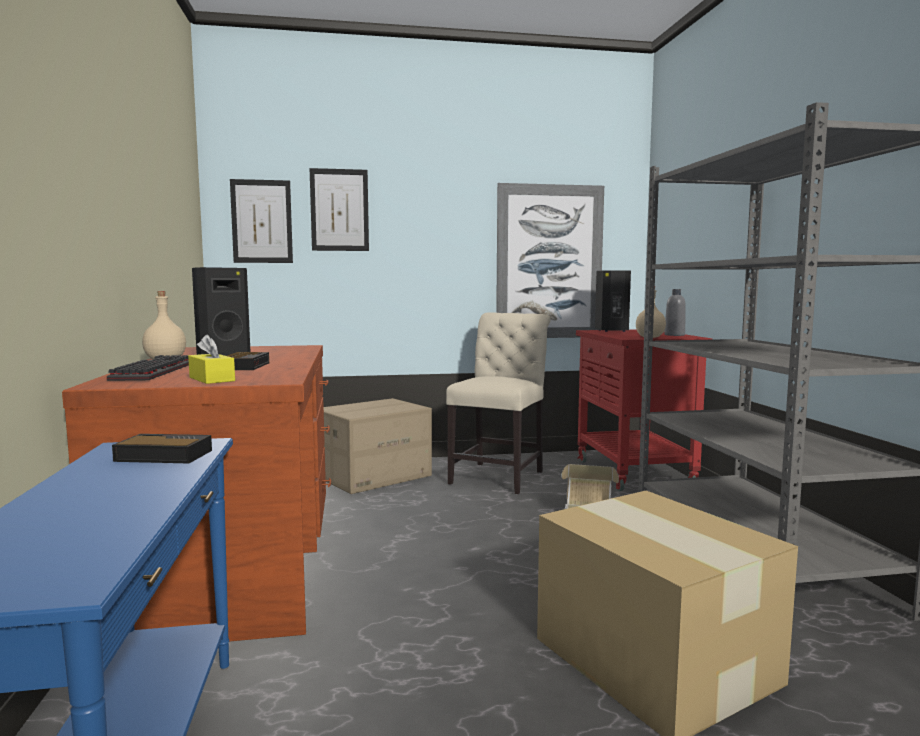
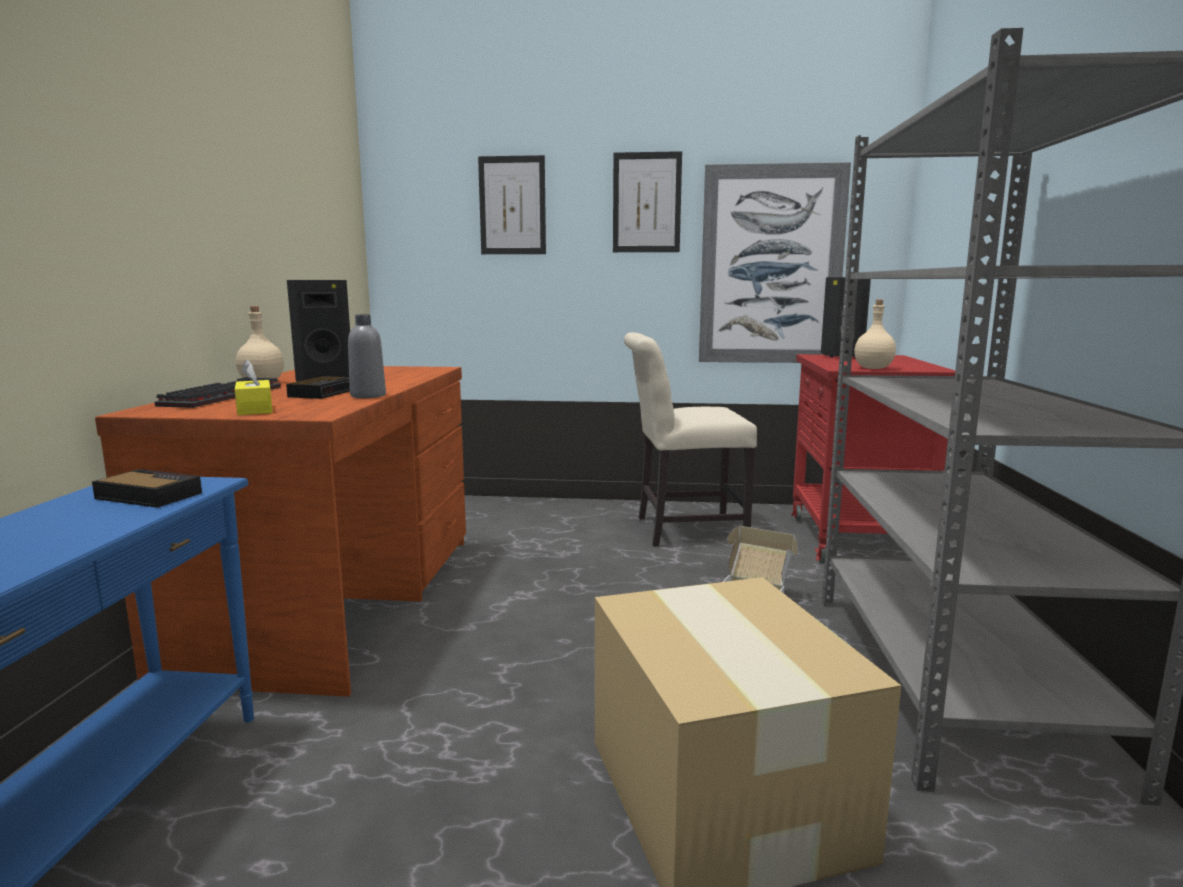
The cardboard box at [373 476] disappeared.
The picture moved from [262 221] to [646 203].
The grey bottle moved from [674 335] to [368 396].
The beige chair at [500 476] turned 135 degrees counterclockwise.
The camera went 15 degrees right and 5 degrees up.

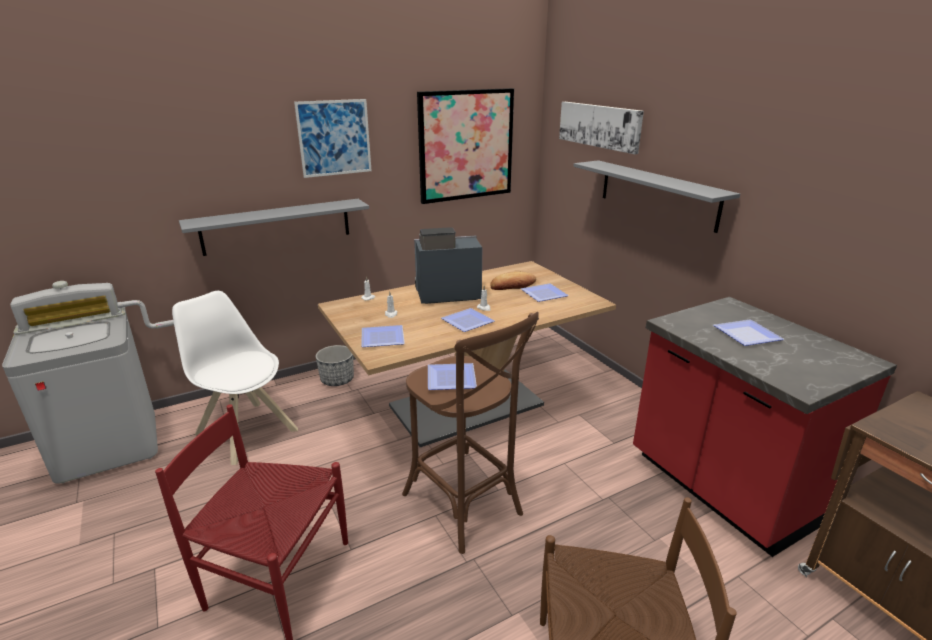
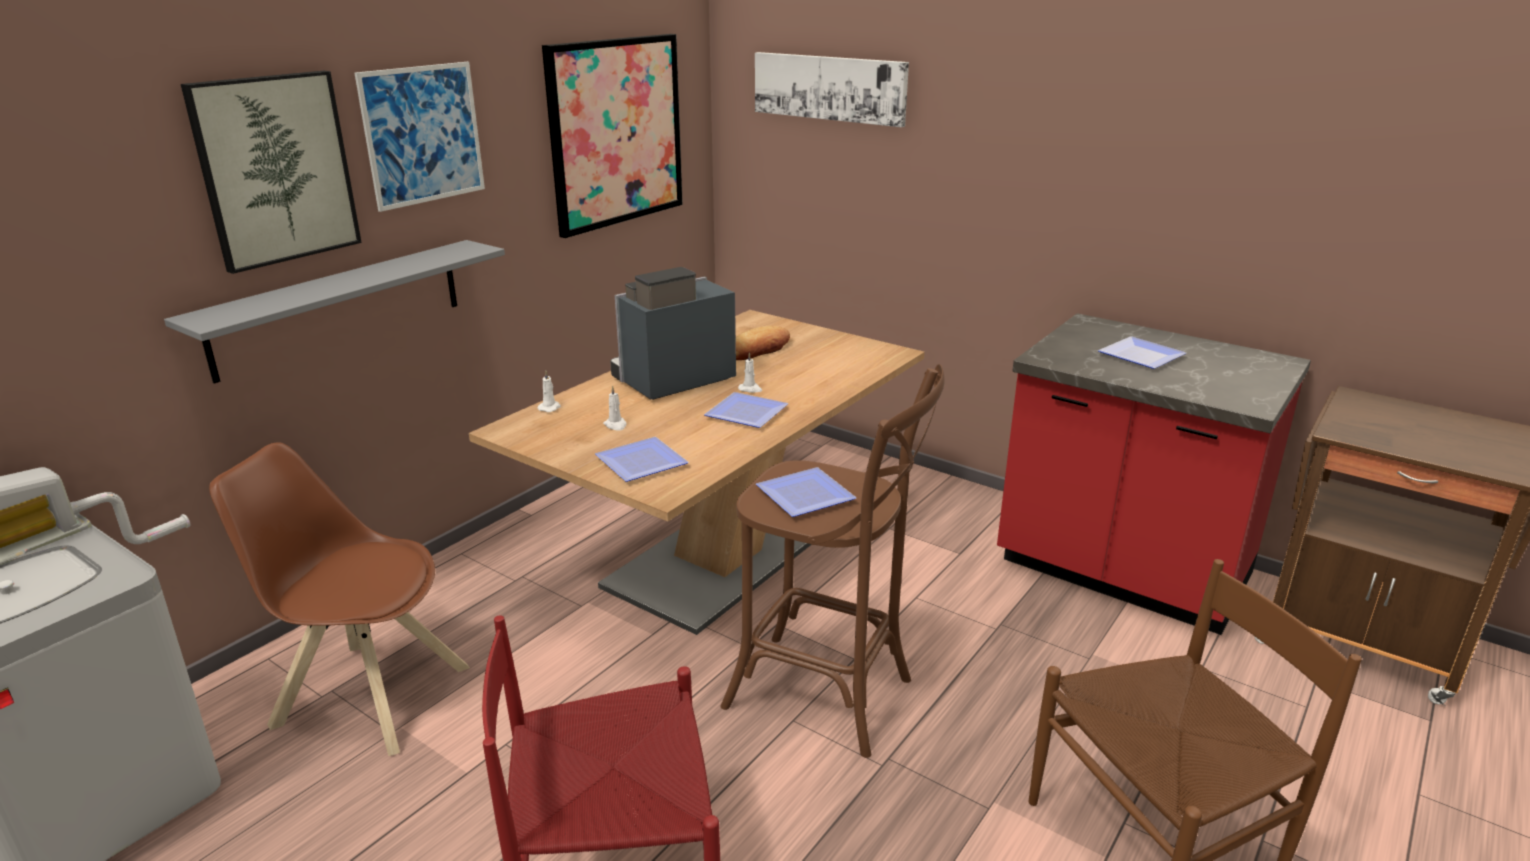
The planter at [337 380] disappeared.
The plate at [543 295] disappeared.
The grey shelf at [657 194] disappeared.
The picture at [275 169] appeared.
The white chair at [245 430] became the brown chair at [367 694].
The camera went 25 degrees left and 0 degrees up.

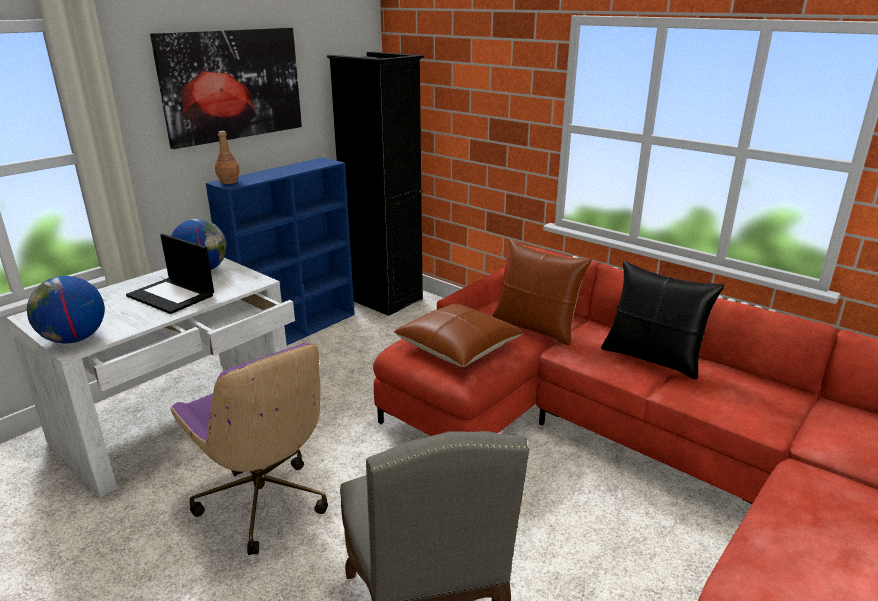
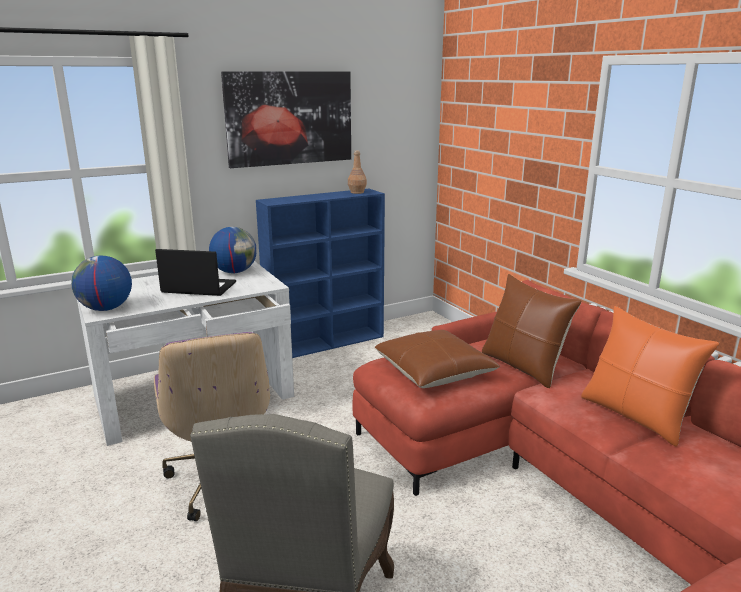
The black cabinet at [385 299] disappeared.
The brown bottle moved from [229 182] to [357 192].
The black pillow at [652 358] became the orange pillow at [635 416].
The laptop at [172 295] turned 135 degrees clockwise.
The camera went 20 degrees right and 5 degrees down.

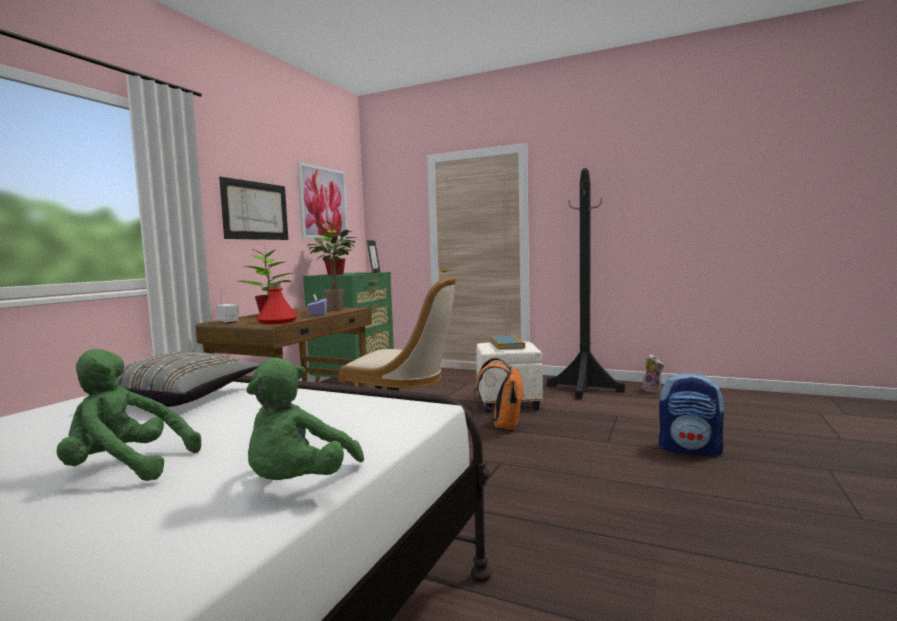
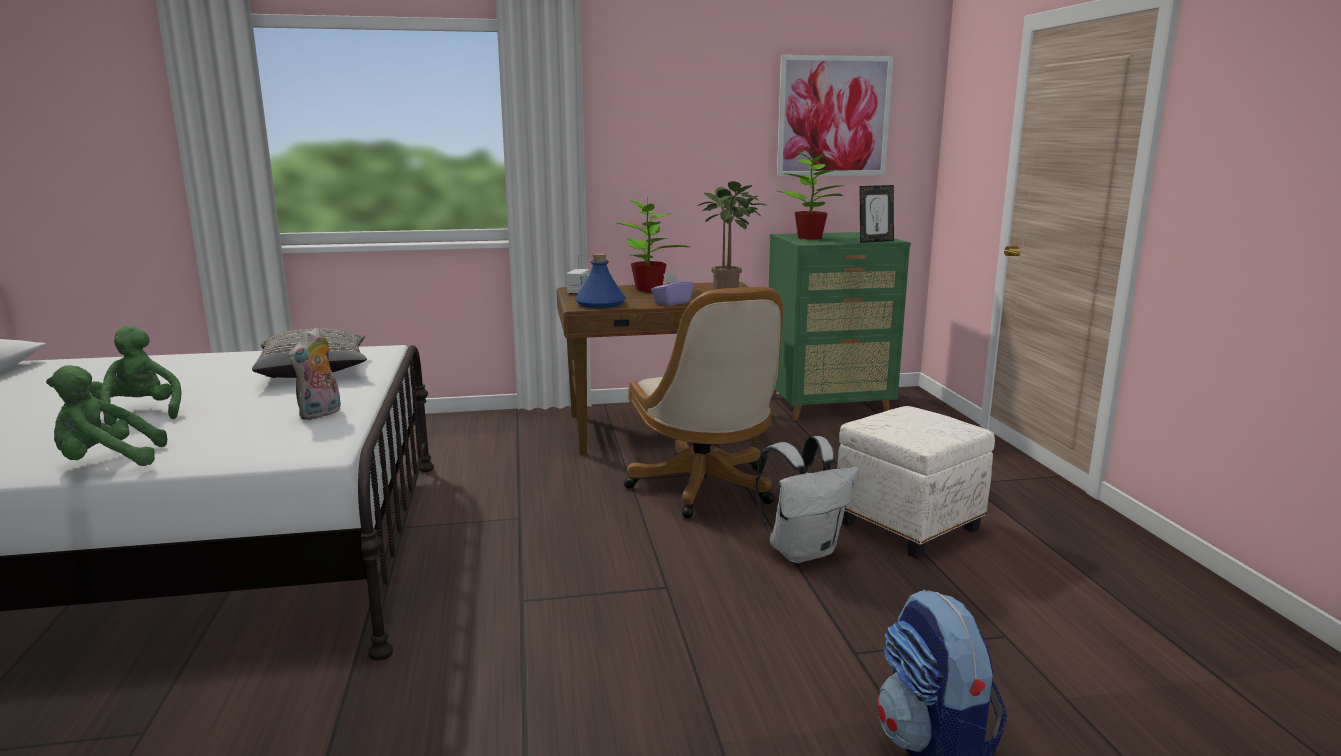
The picture at [256 210] disappeared.
The book at [507 345] disappeared.
The black clothes rack at [585 388] disappeared.
The plush toy moved from [653 390] to [321 414].
The red bottle at [277 321] became the blue bottle at [601 304].
The orange backpack at [503 426] became the white backpack at [803 551].
The camera went 55 degrees right and 10 degrees up.

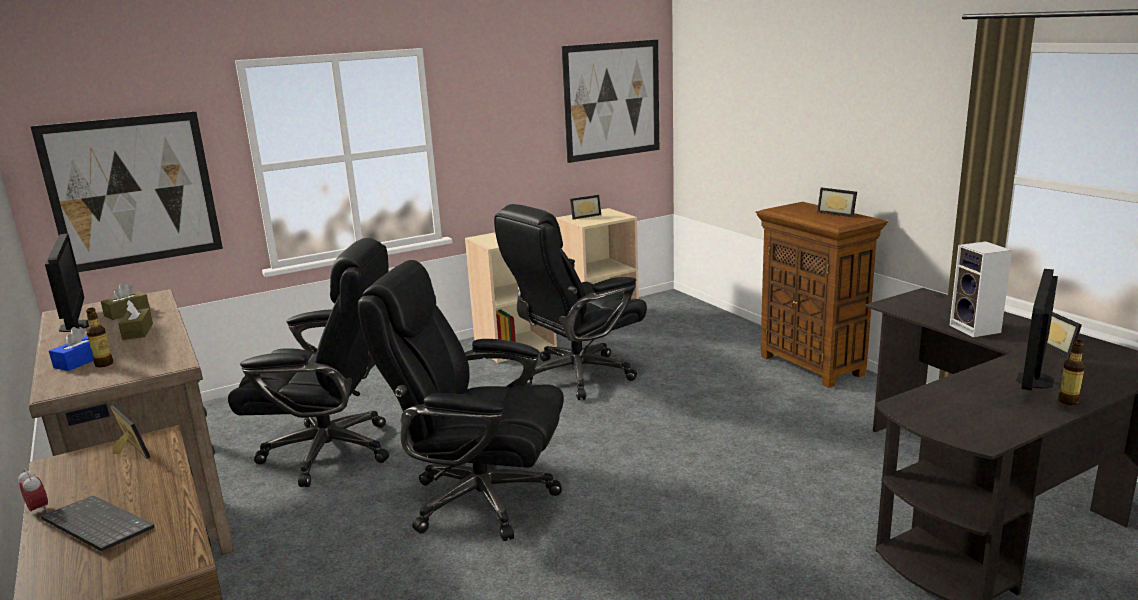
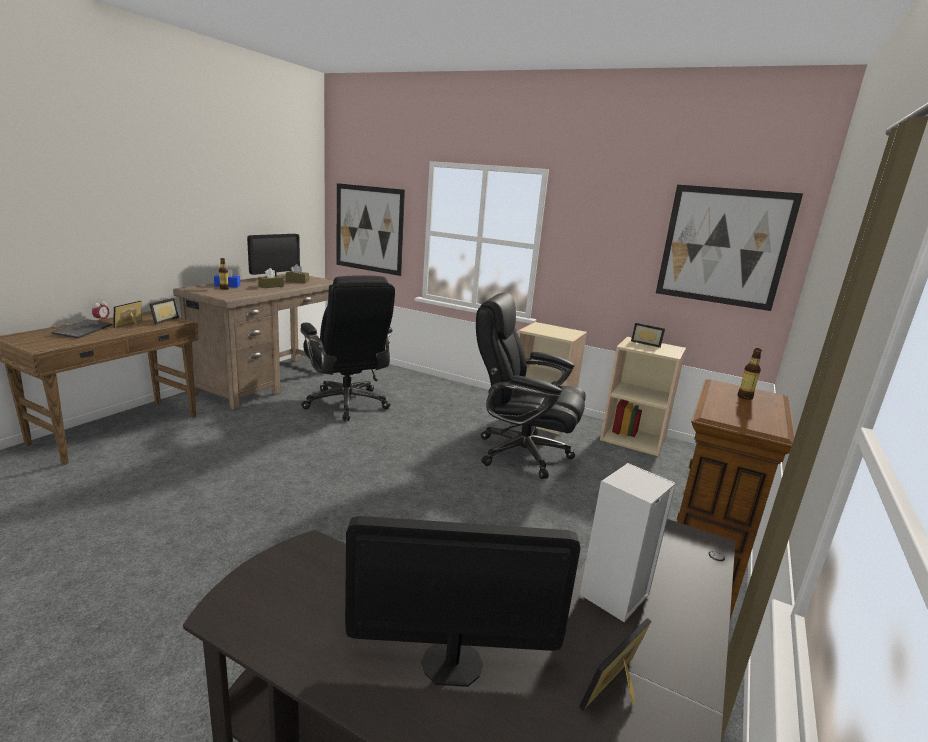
The black office chair at [482 500] disappeared.
The picture frame moved from [838 213] to [132 324].
The bottle moved from [1068 401] to [744 397].
The camera went 55 degrees right and 0 degrees up.

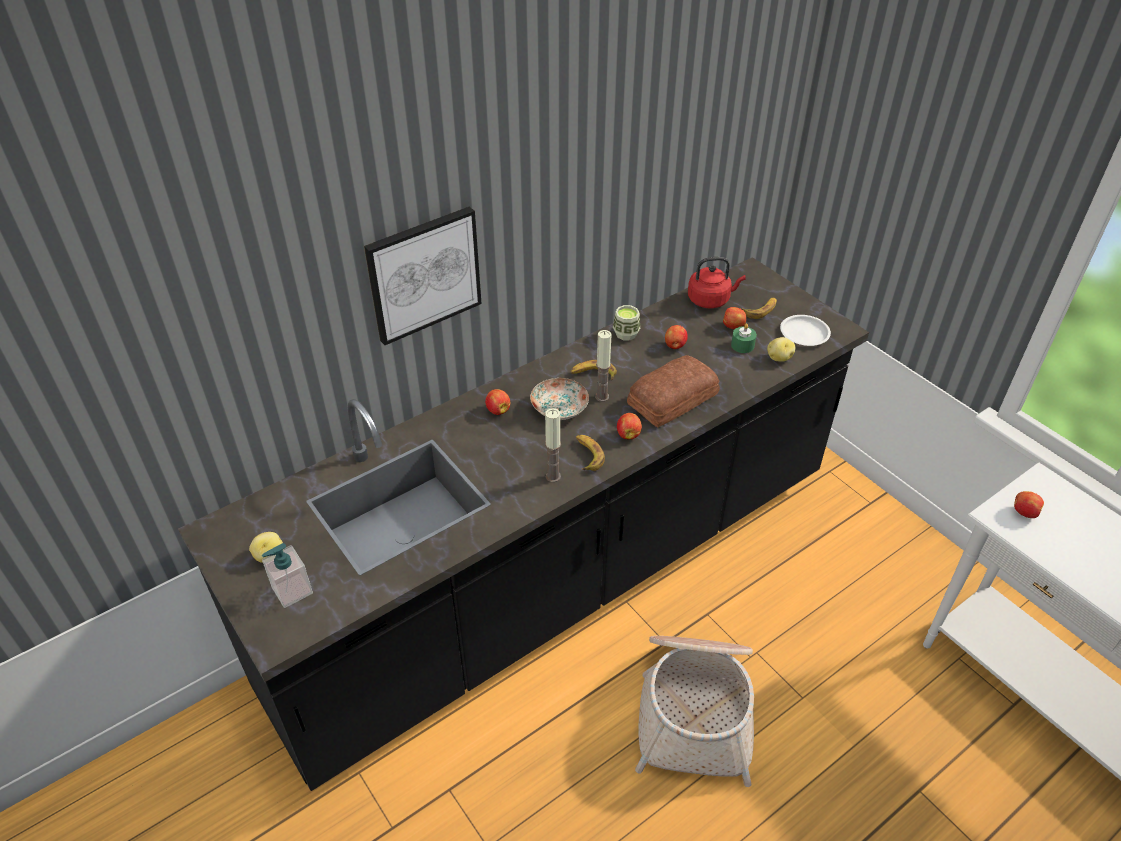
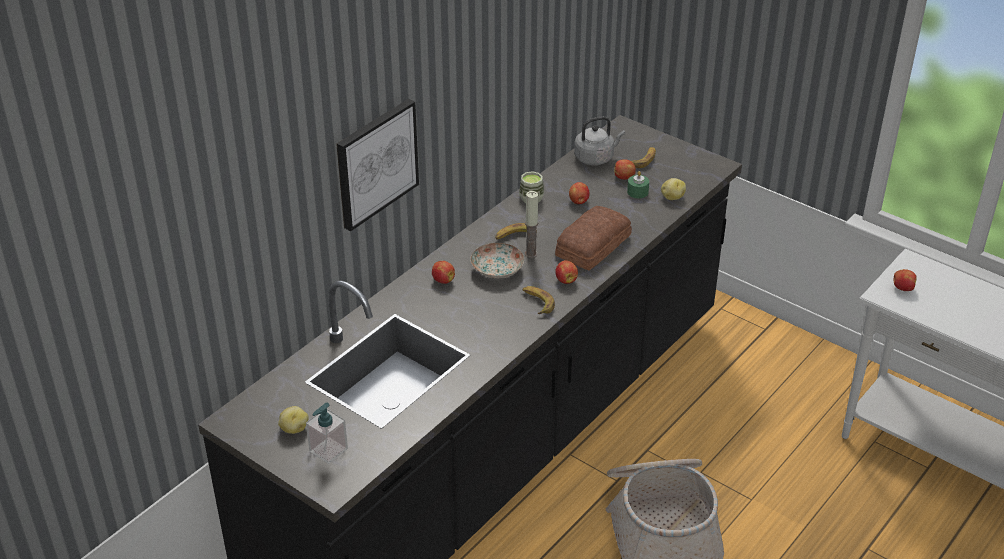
The candle at [553 476] disappeared.
The white plate at [804 333] disappeared.
The red kettle at [710 300] became the grey kettle at [596 158].
The camera went 15 degrees left and 5 degrees down.

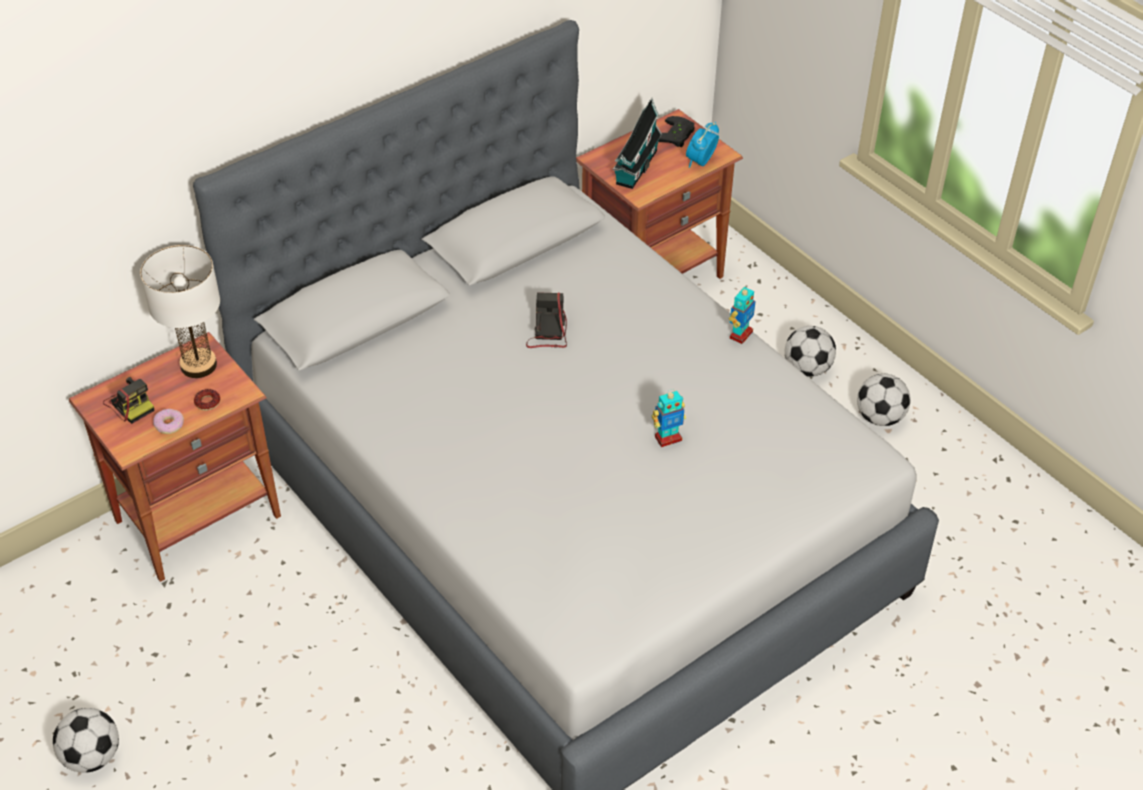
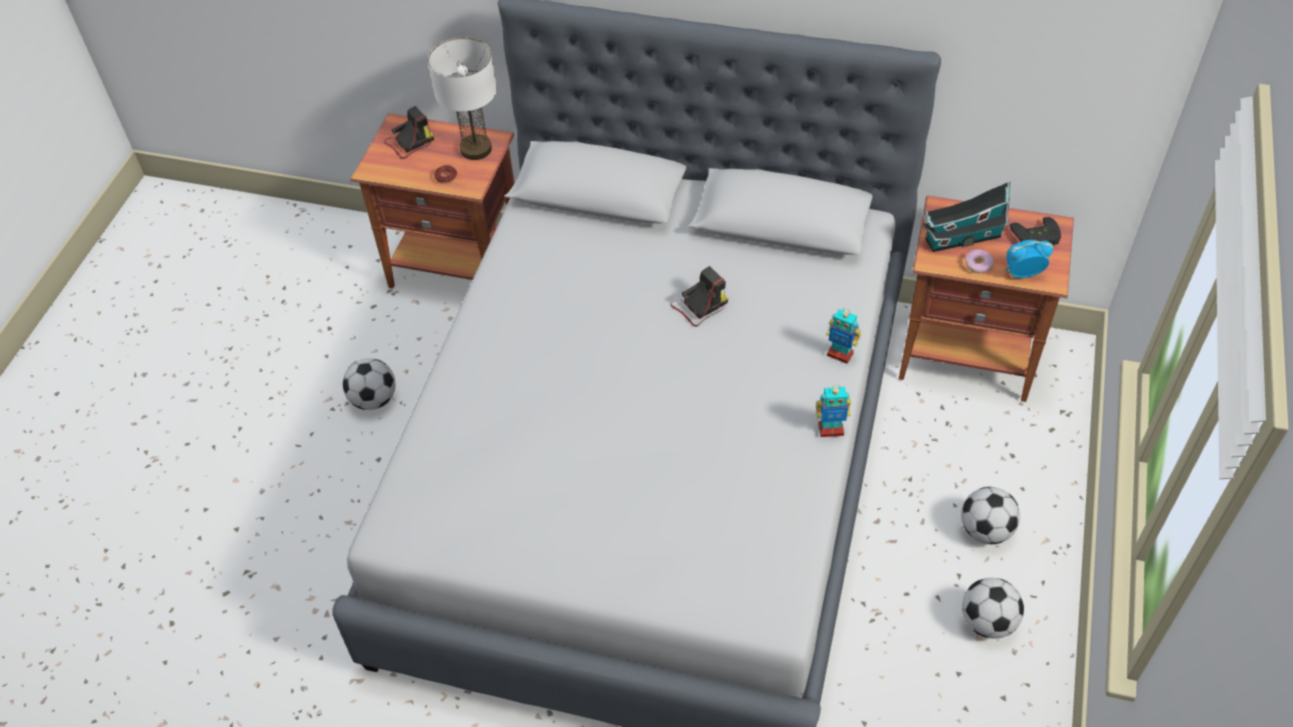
The football moved from [92 756] to [374 399].
The donut moved from [169 424] to [978 265].
The toy robot moved from [668 438] to [840 354].
The photo camera at [130 404] turned 135 degrees counterclockwise.
The camera went 55 degrees right and 5 degrees up.

